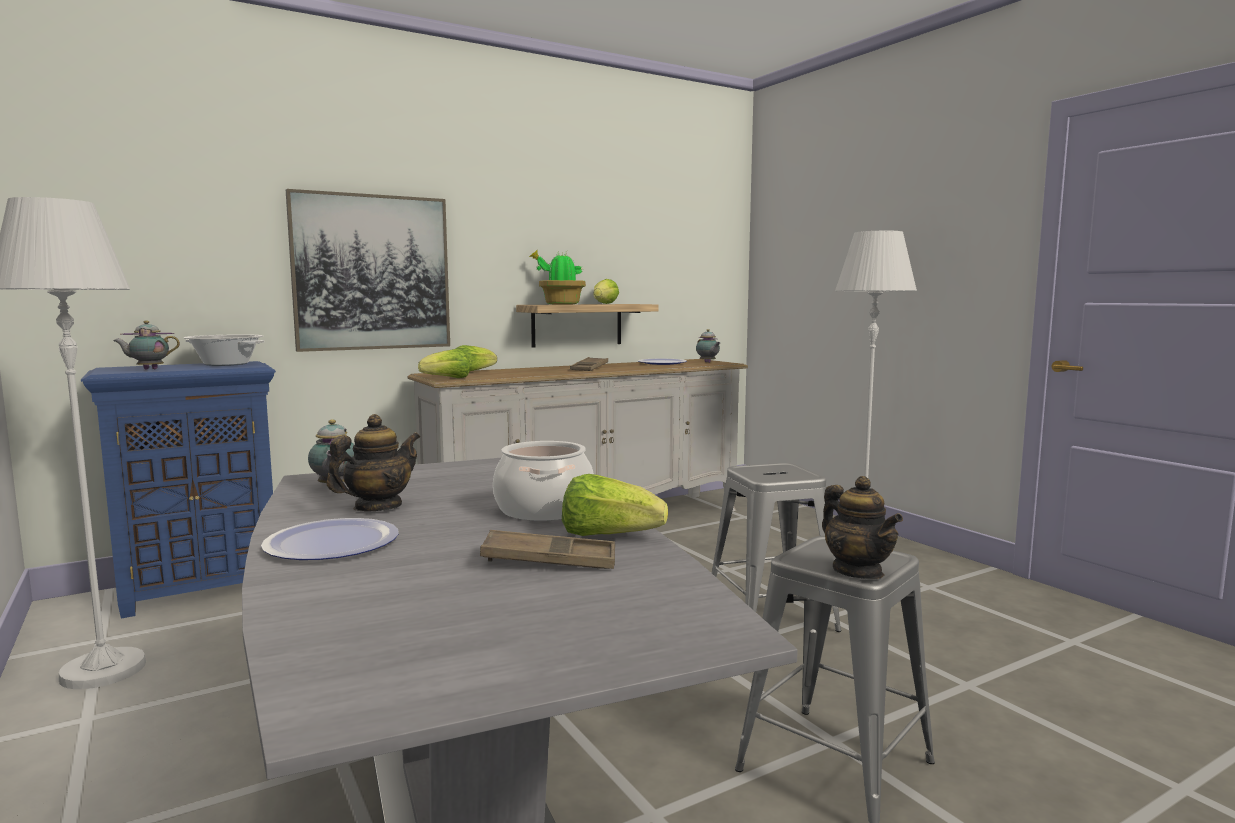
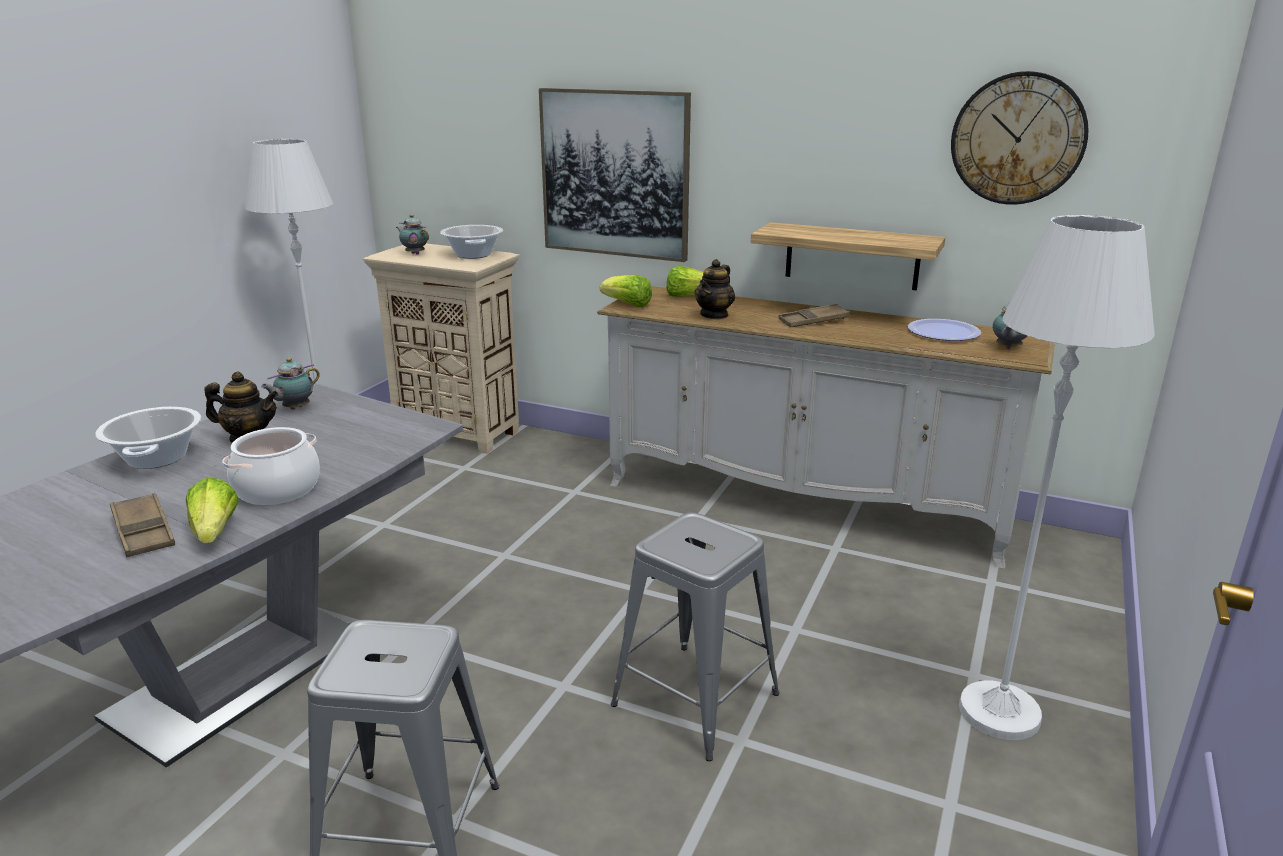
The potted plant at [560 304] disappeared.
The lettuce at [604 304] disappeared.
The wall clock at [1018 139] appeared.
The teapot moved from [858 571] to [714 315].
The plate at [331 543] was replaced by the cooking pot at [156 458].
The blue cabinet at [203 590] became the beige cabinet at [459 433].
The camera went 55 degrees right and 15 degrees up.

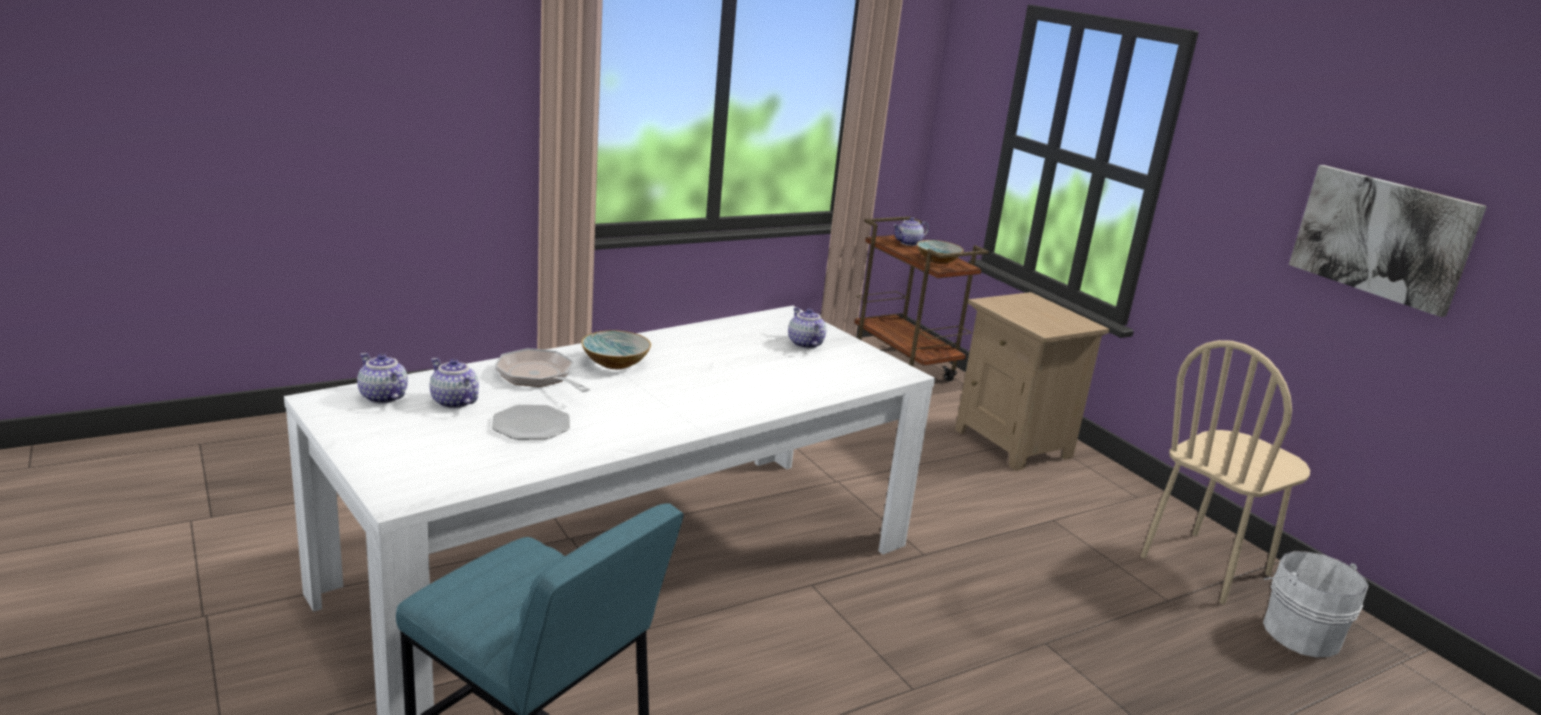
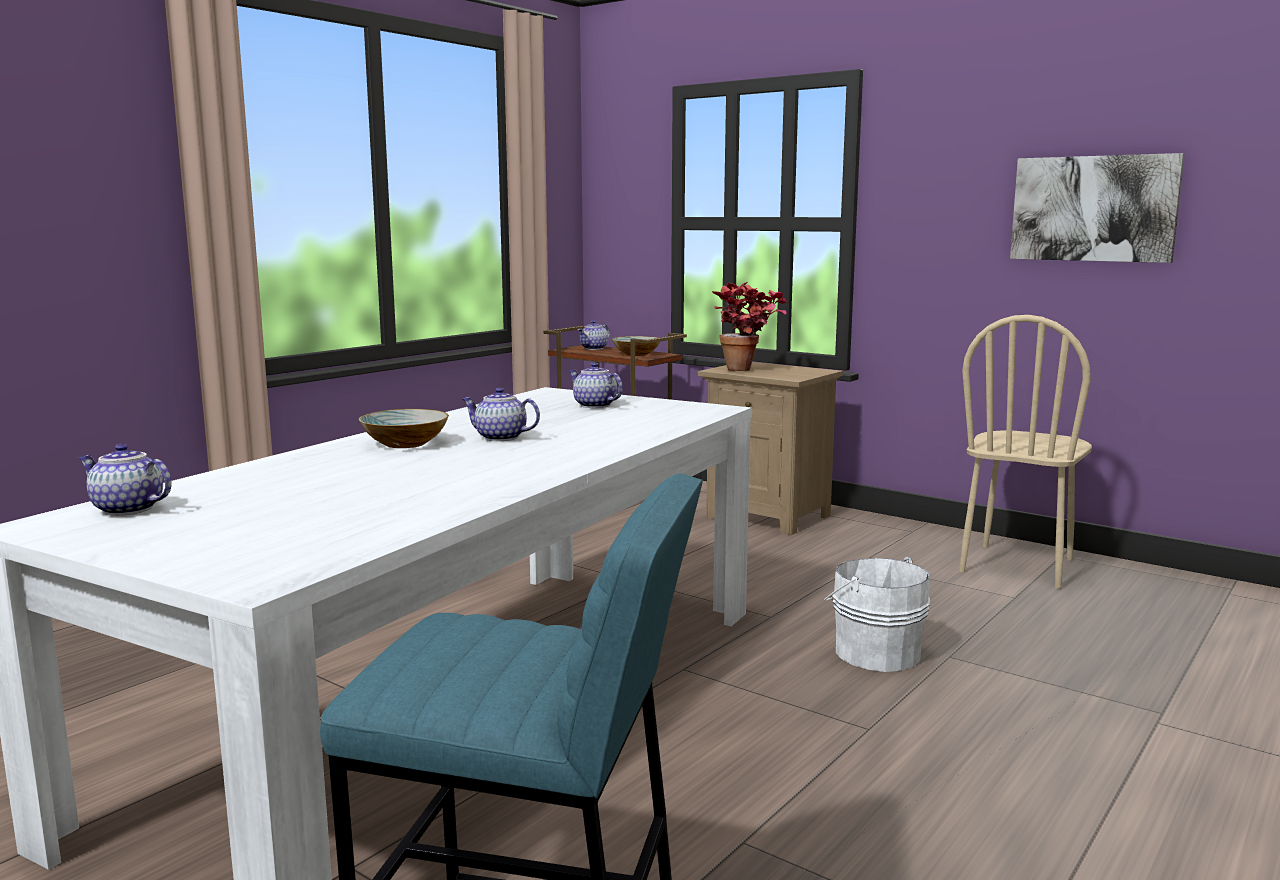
The plate at [531 425] disappeared.
The frying pan at [538 377] disappeared.
The potted plant at [747 371] appeared.
The teapot moved from [453 402] to [499 438].
The white bucket moved from [1299 632] to [874 652].
The camera went 20 degrees left and 10 degrees down.

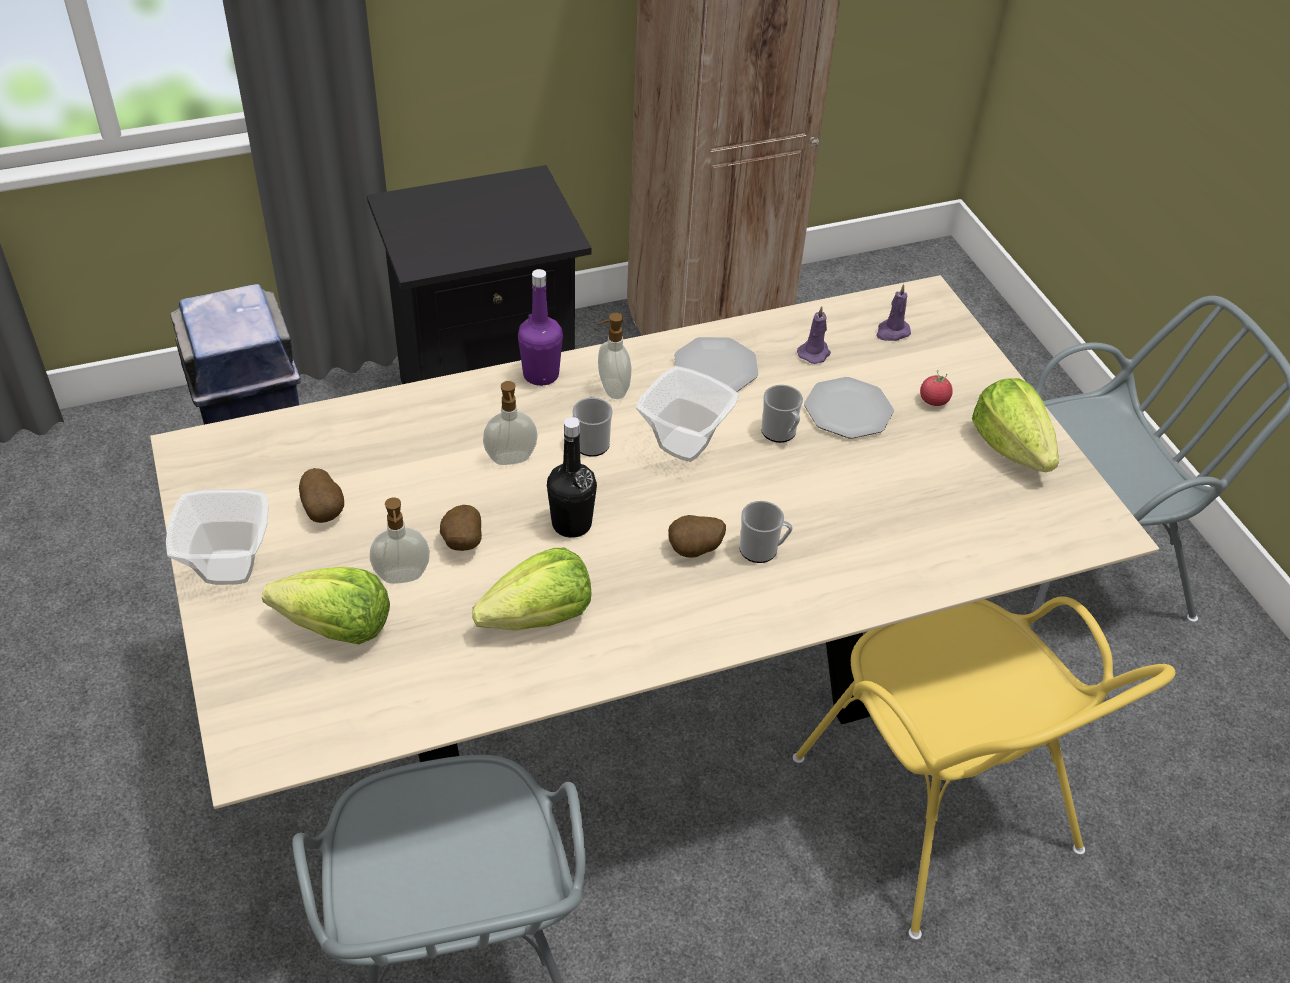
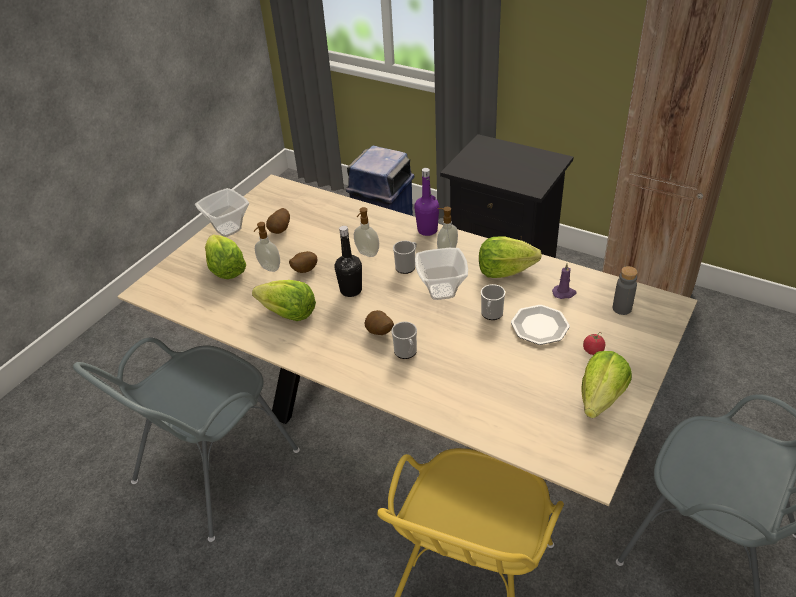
The plate at [714 368] was replaced by the lettuce at [505 271].
The purple candle at [892 332] was replaced by the grey bottle at [622 308].
The camera went 55 degrees right and 5 degrees down.

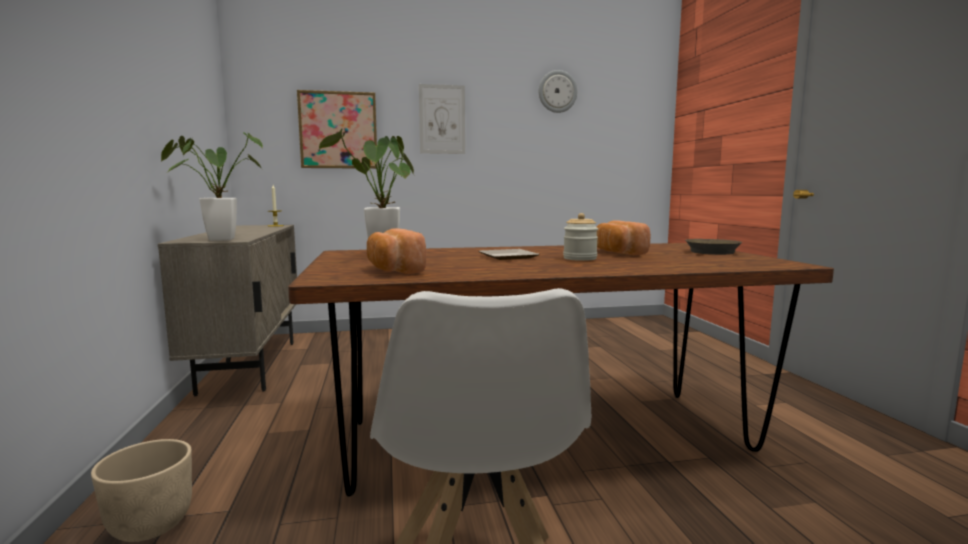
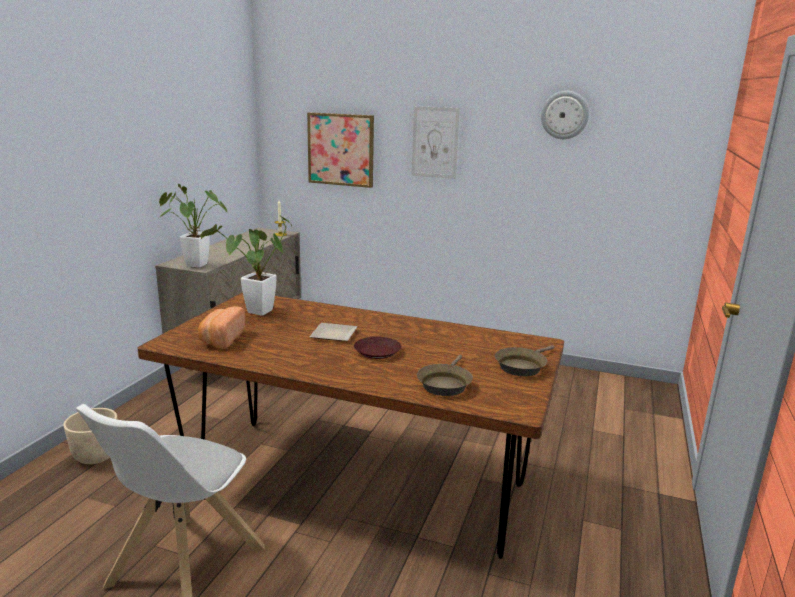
The bread at [617 253] disappeared.
The brown frying pan at [445 384] appeared.
The jar at [580 258] was replaced by the brown plate at [377 351].
The camera went 30 degrees right and 10 degrees up.

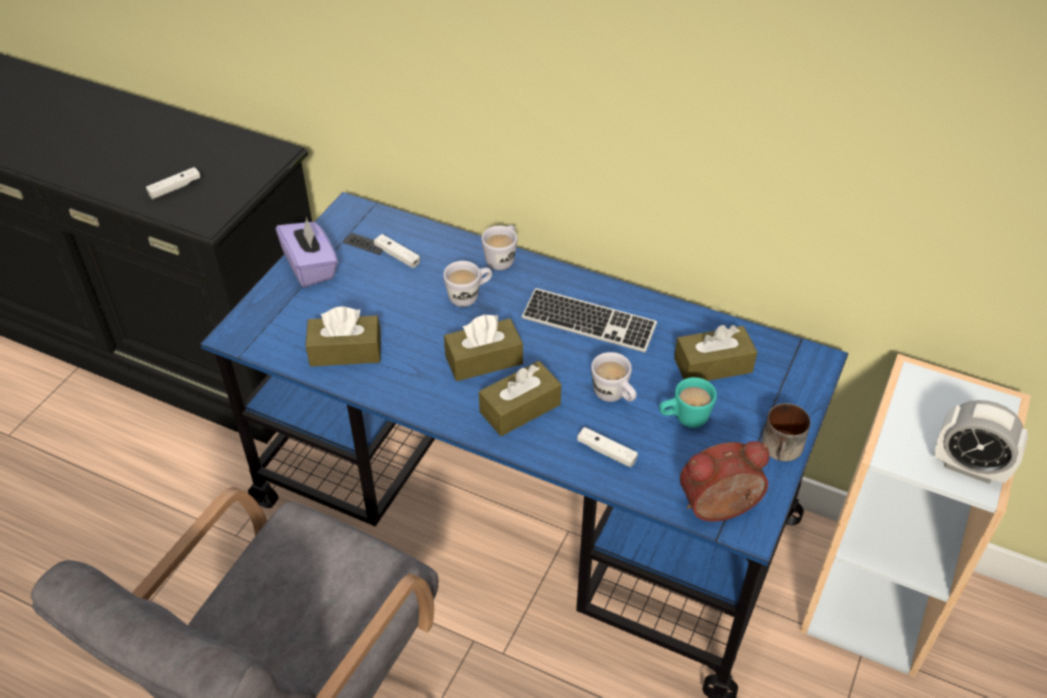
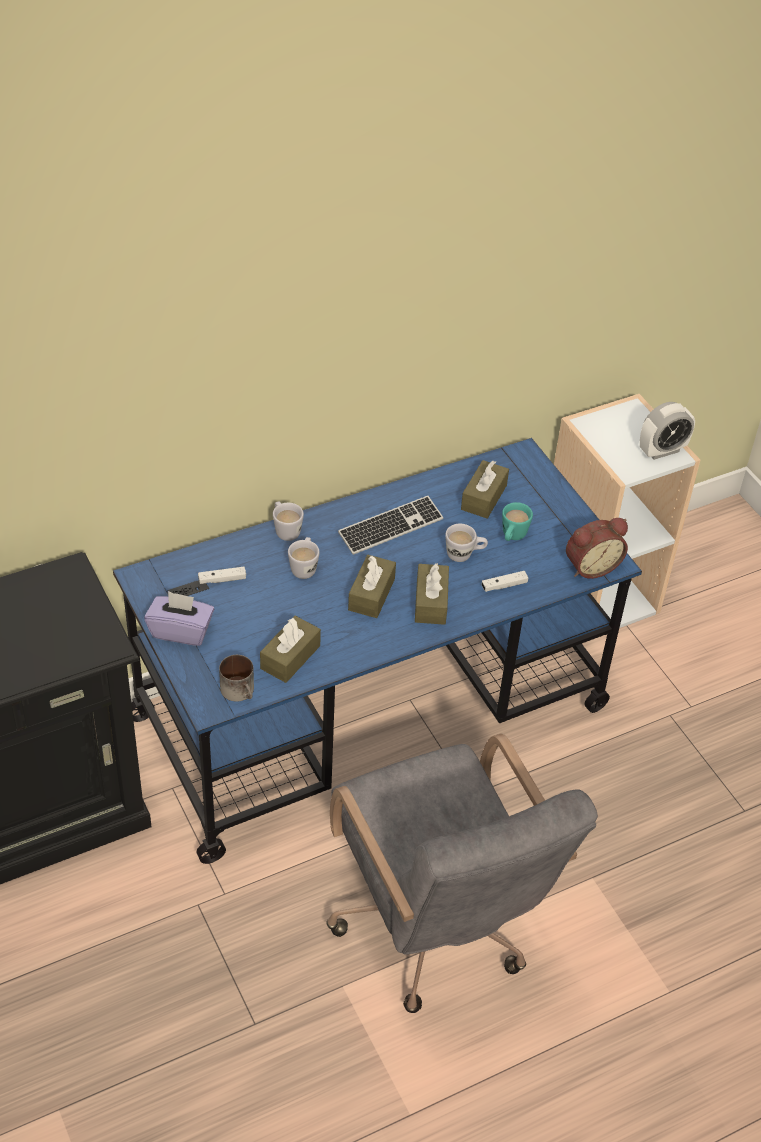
The white game controller at [175 188] disappeared.
The mug moved from [783 450] to [240 691].
The alarm clock at [720 509] turned 135 degrees counterclockwise.
The camera went 55 degrees left and 0 degrees up.

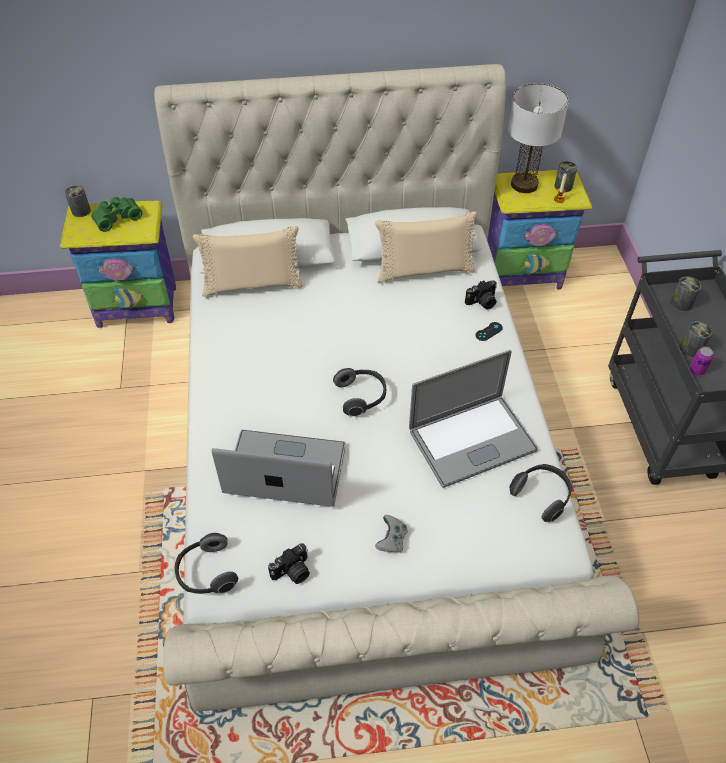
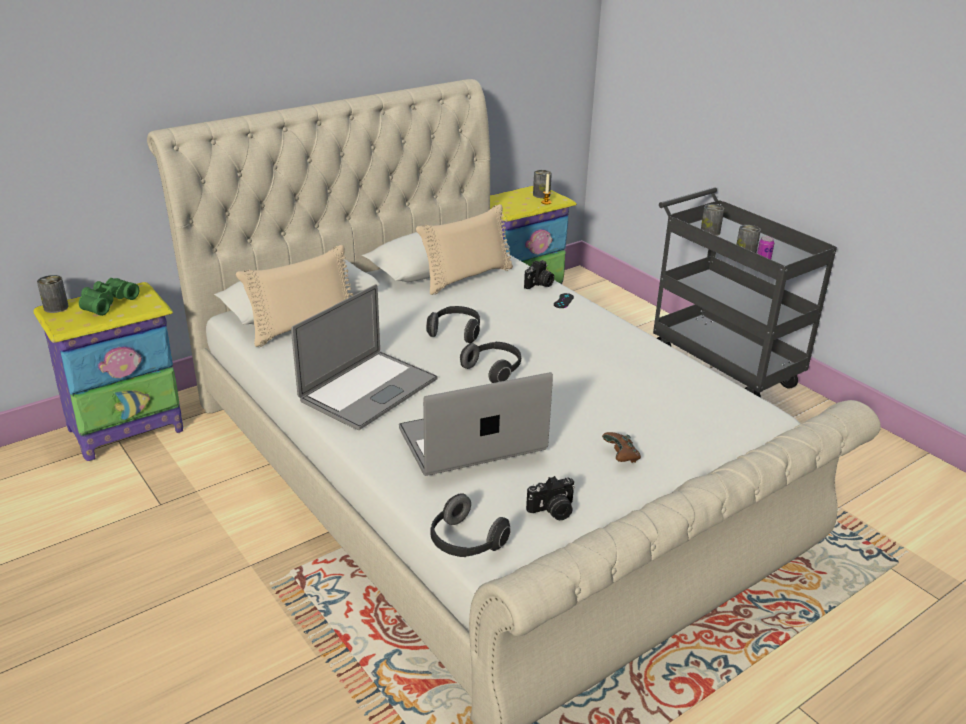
The table lamp at [524 185] disappeared.
The laptop moved from [472 440] to [368 390].
The headphones moved from [542 495] to [456 332].
The grey game controller at [391 540] became the brown game controller at [621 457].
The photo camera at [292 572] turned 45 degrees clockwise.
The camera went 30 degrees left and 20 degrees down.

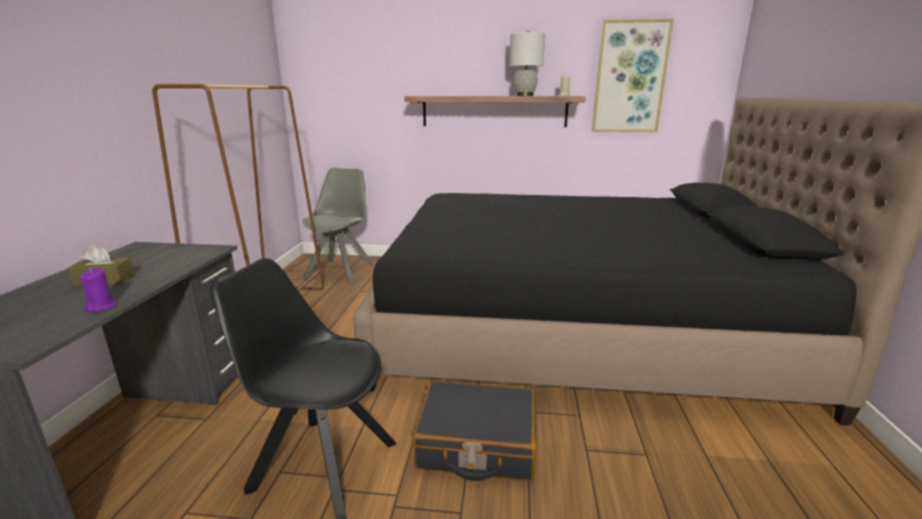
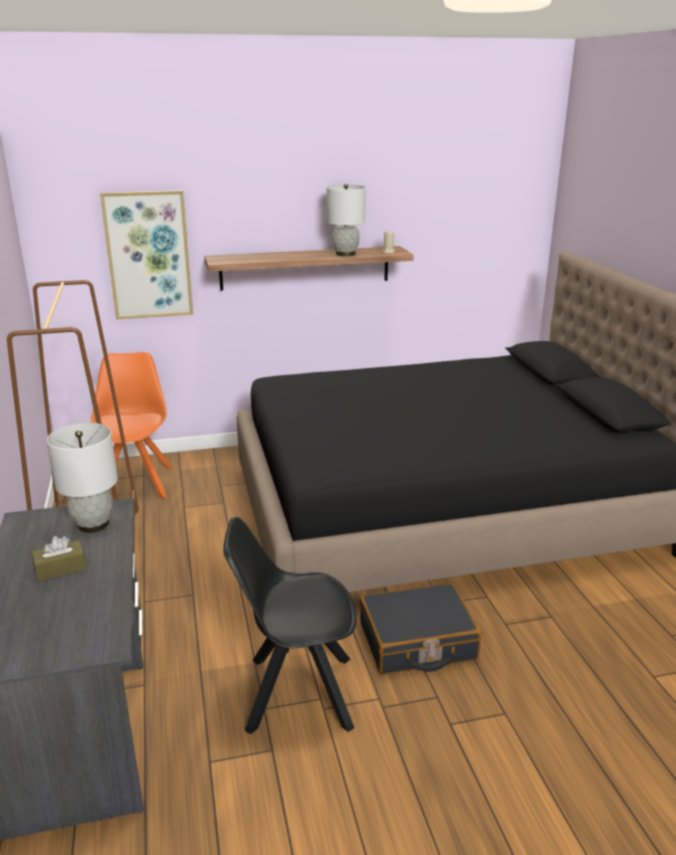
The purple candle at [102 307] disappeared.
The white table lamp at [93 524] appeared.
The picture moved from [630 77] to [148 255].
The grey chair at [341 270] became the orange chair at [137 482].
The camera went 20 degrees left and 5 degrees up.

